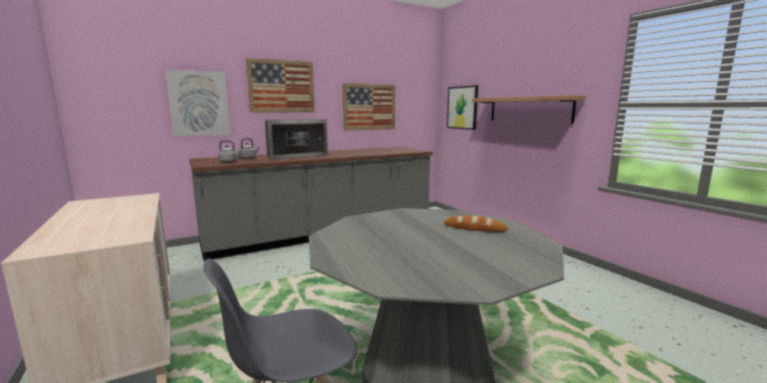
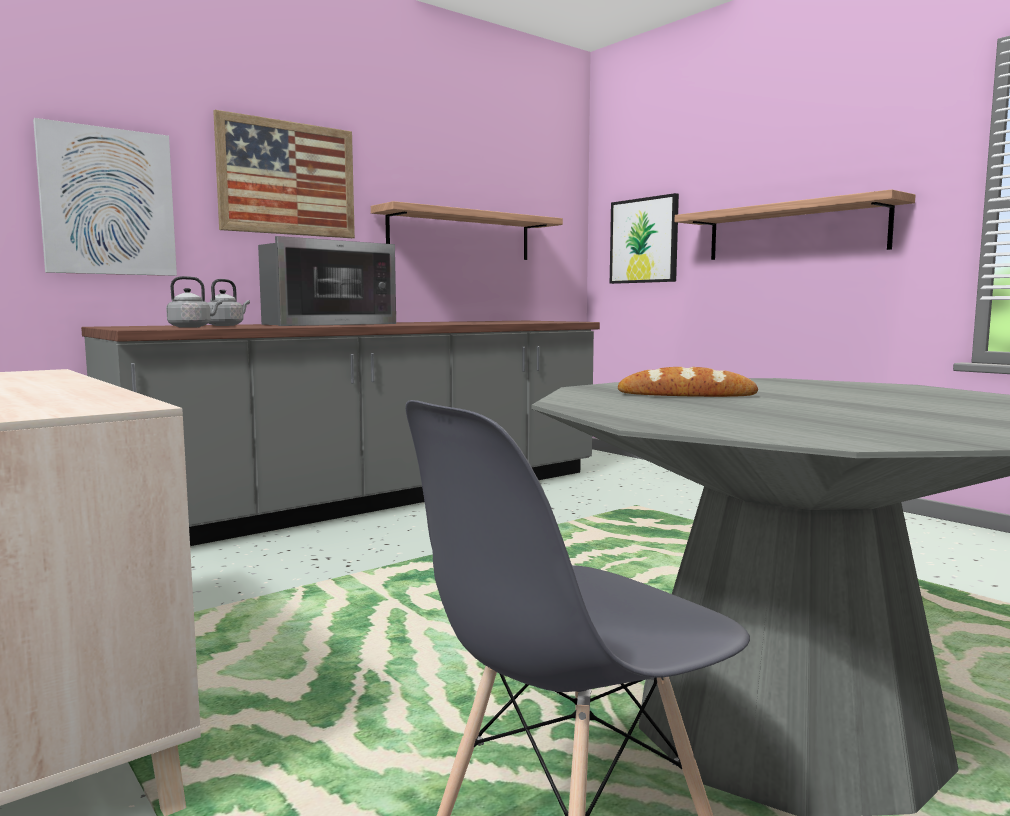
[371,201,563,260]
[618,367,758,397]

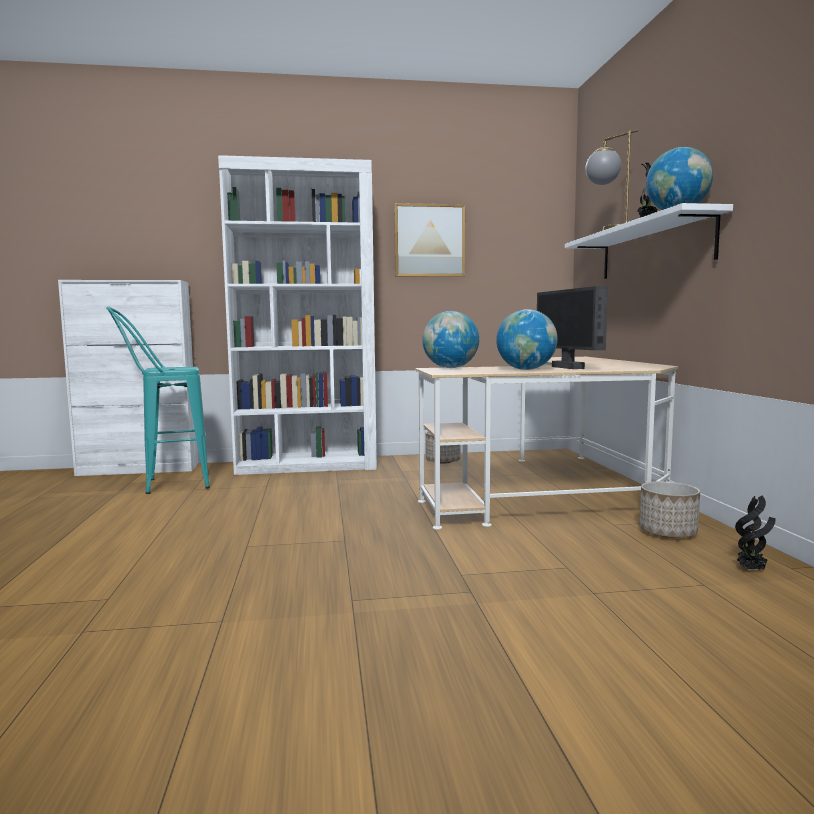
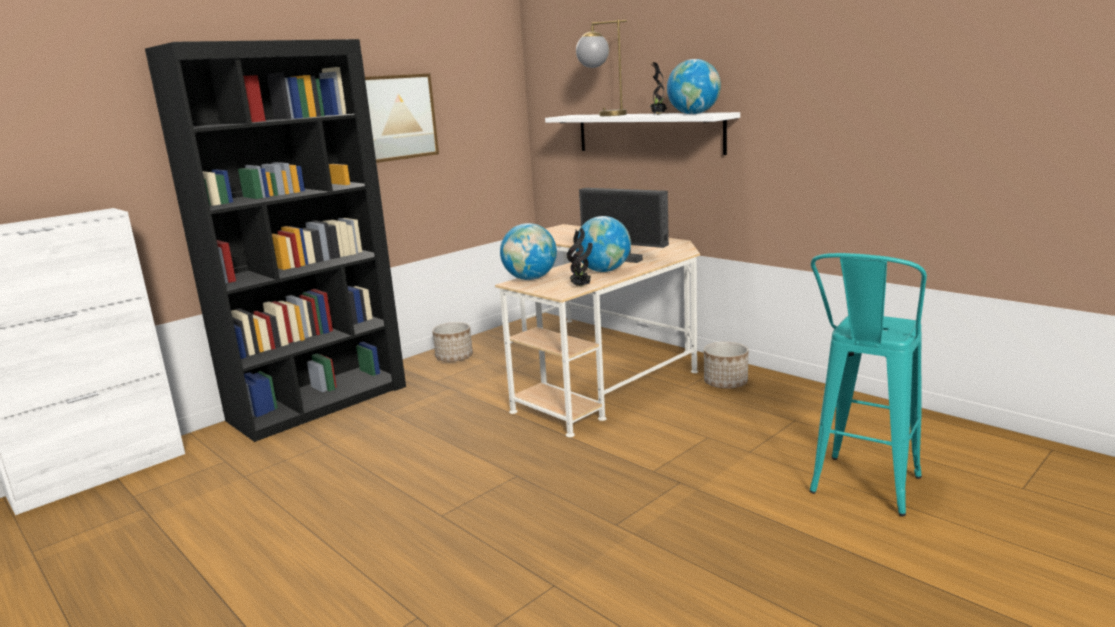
[145,39,406,442]
[567,228,593,287]
[809,253,927,516]

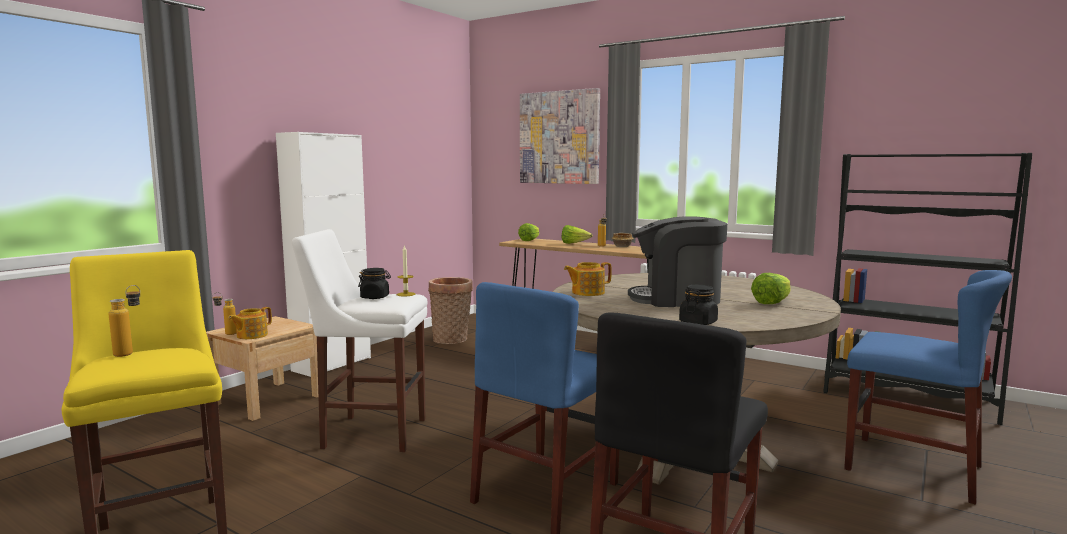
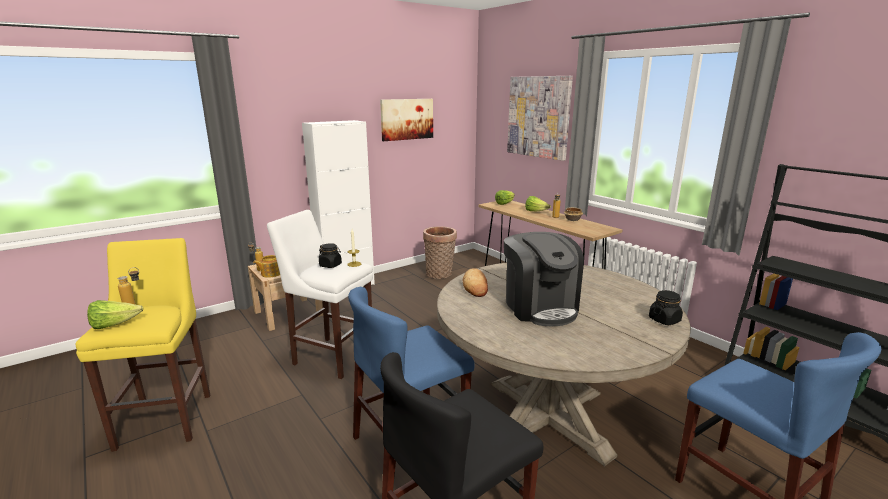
[87,300,143,329]
[380,99,433,141]
[463,268,488,297]
[504,232,584,326]
[649,290,683,325]

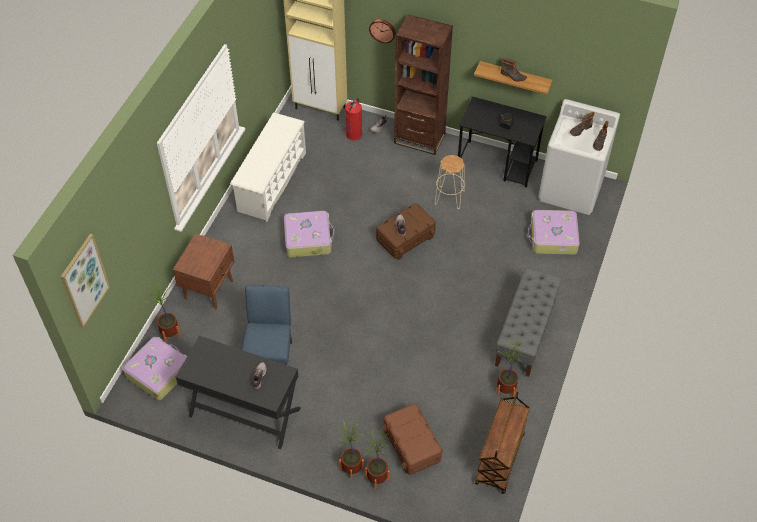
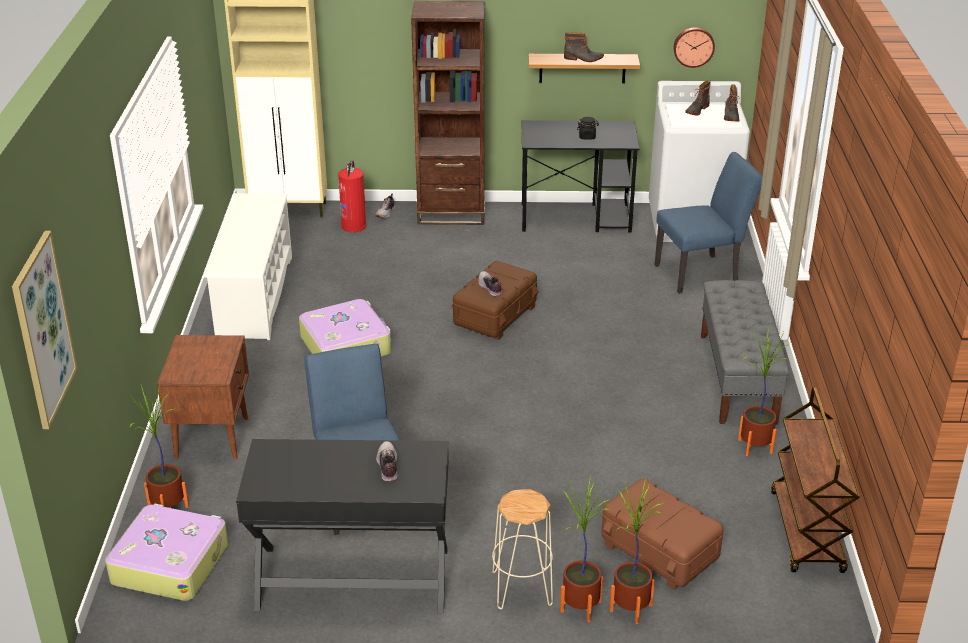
[492,489,553,609]
[655,152,762,294]
[674,27,715,68]

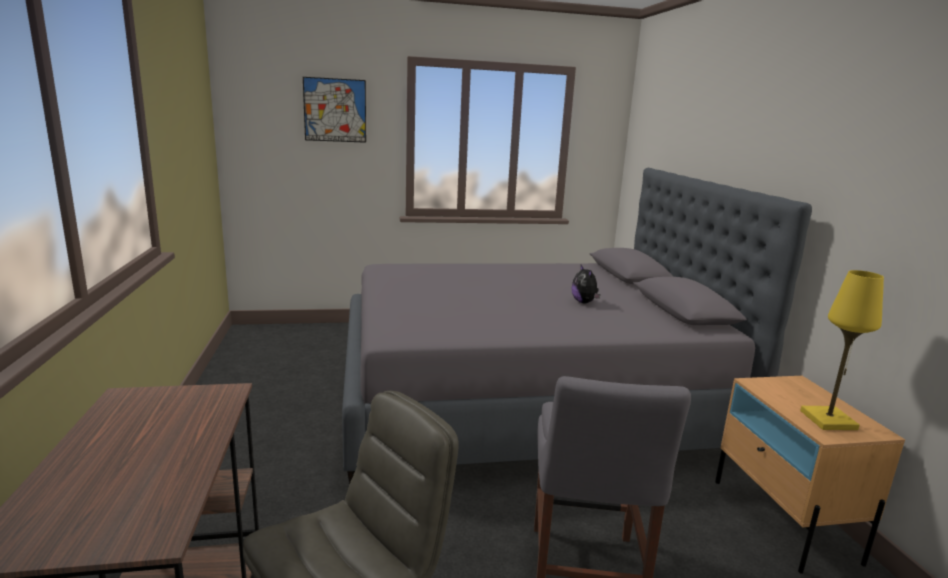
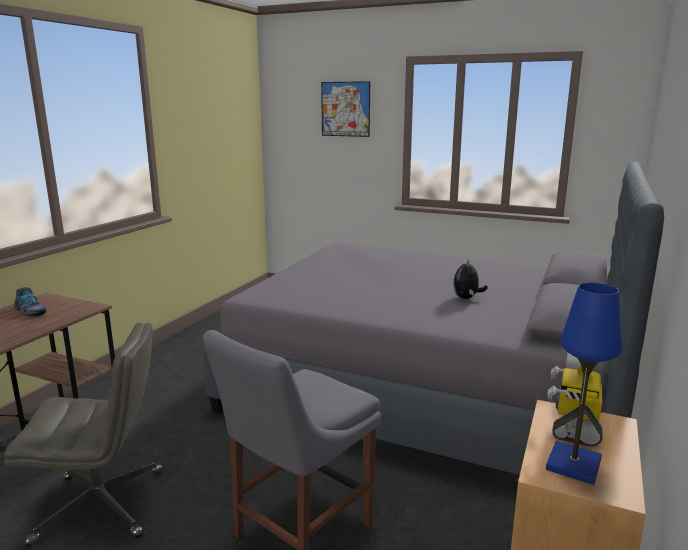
[14,287,47,317]
[546,283,622,485]
[547,353,602,447]

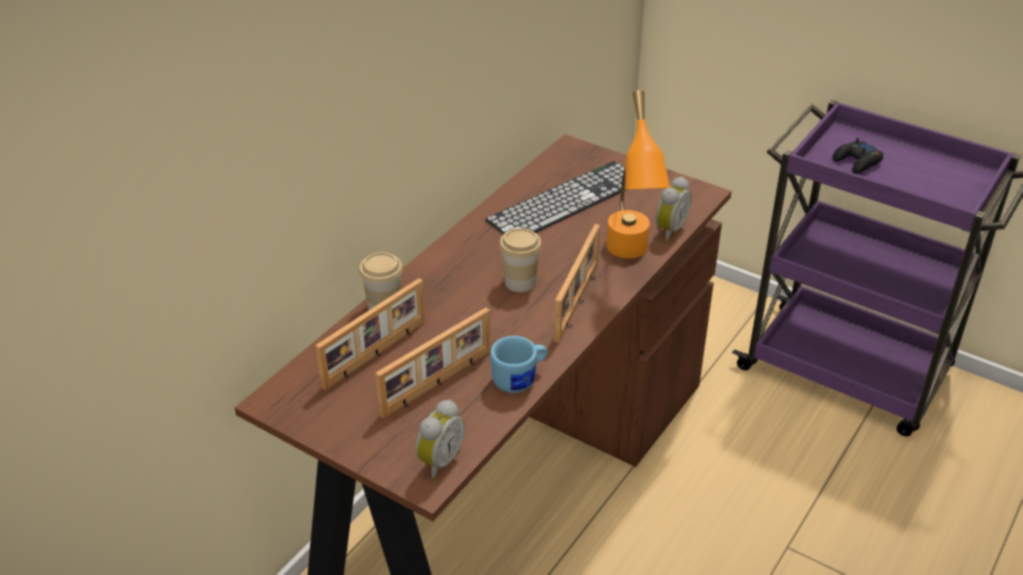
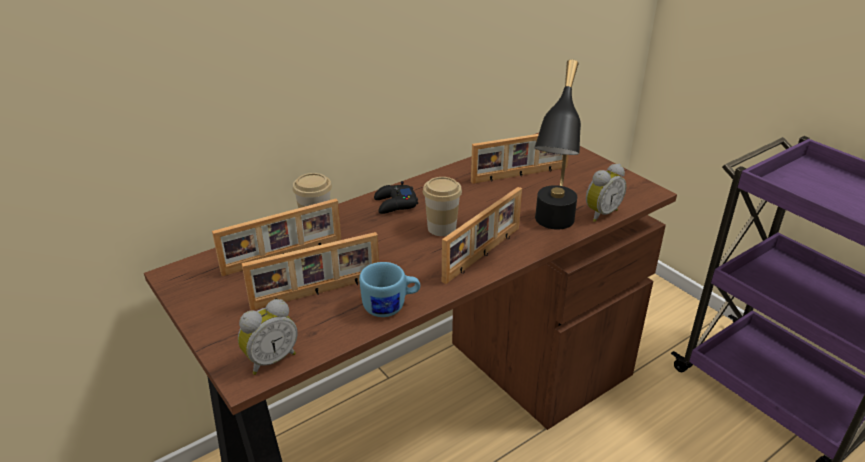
[374,181,418,214]
[471,134,569,184]
[534,60,581,230]

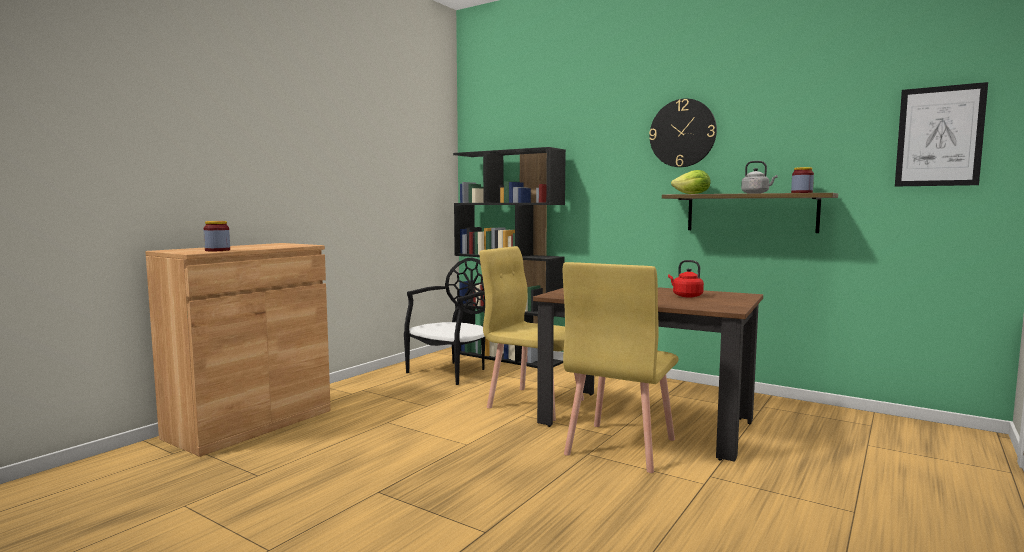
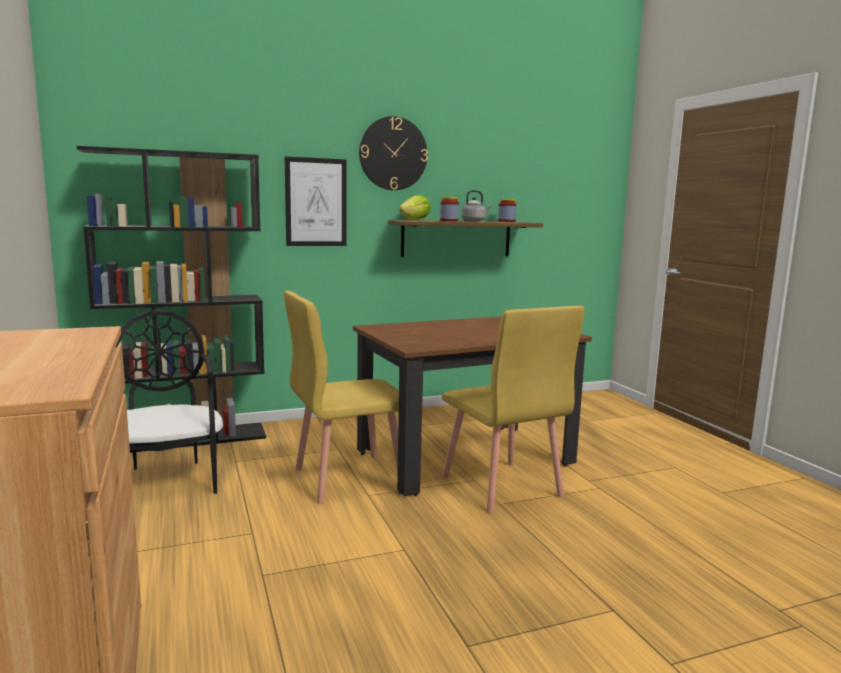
[285,156,347,246]
[440,197,459,221]
[668,260,704,297] (first image)

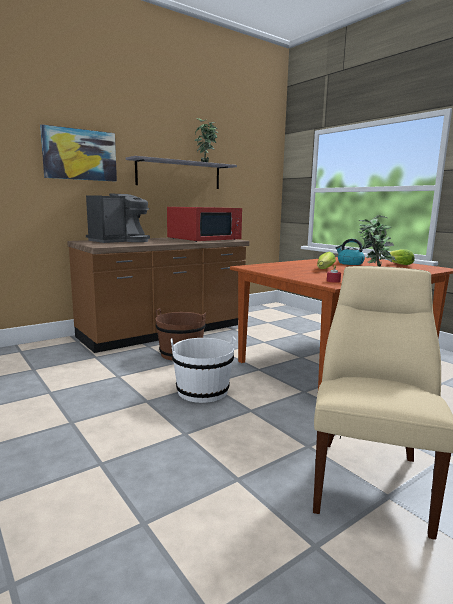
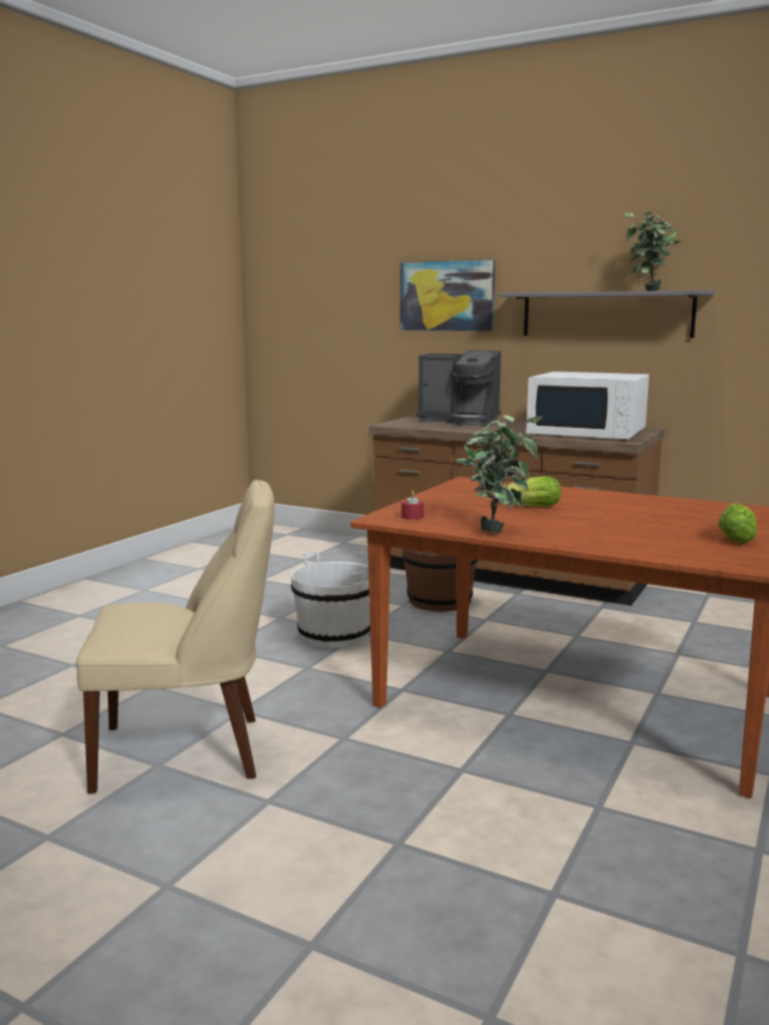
[526,371,649,440]
[336,239,365,265] (first image)

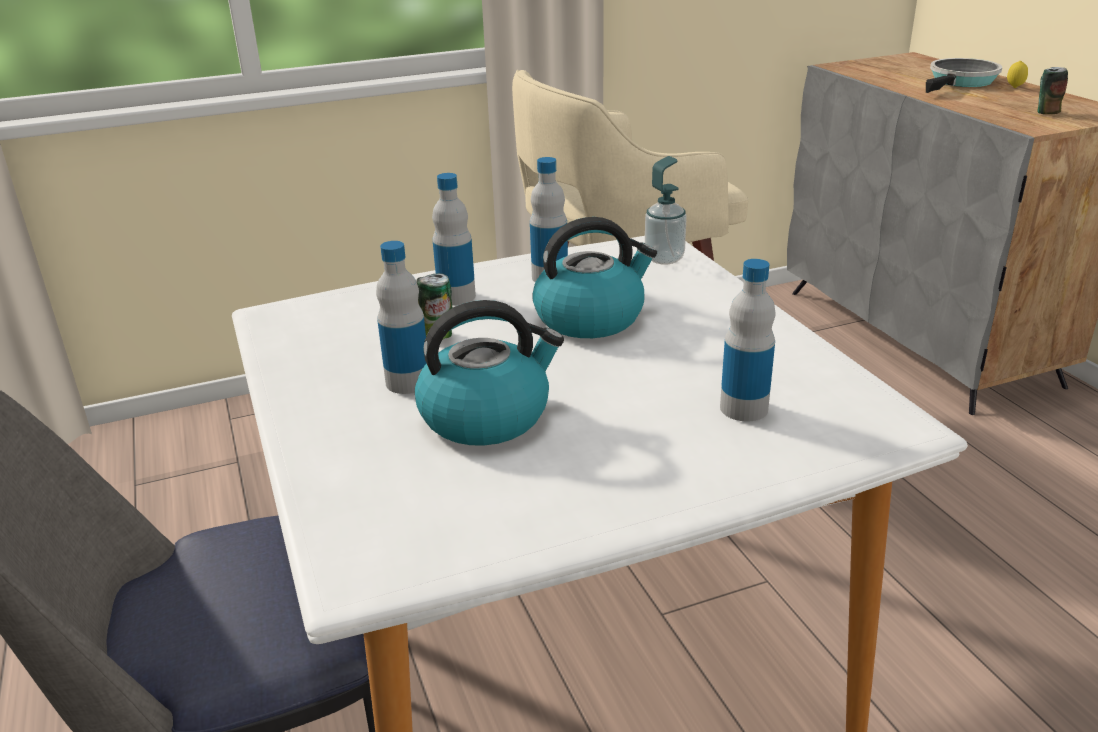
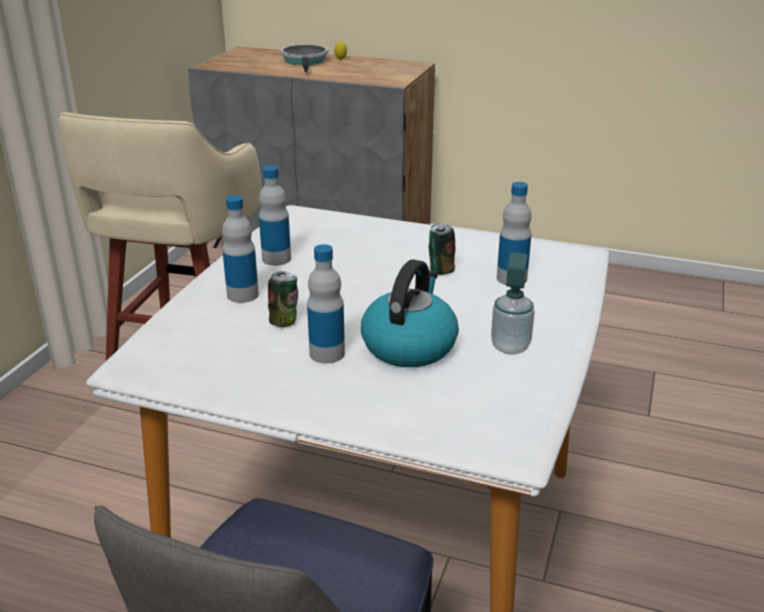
[429,224,455,275]
[491,252,535,355]
[532,217,657,338] (first image)

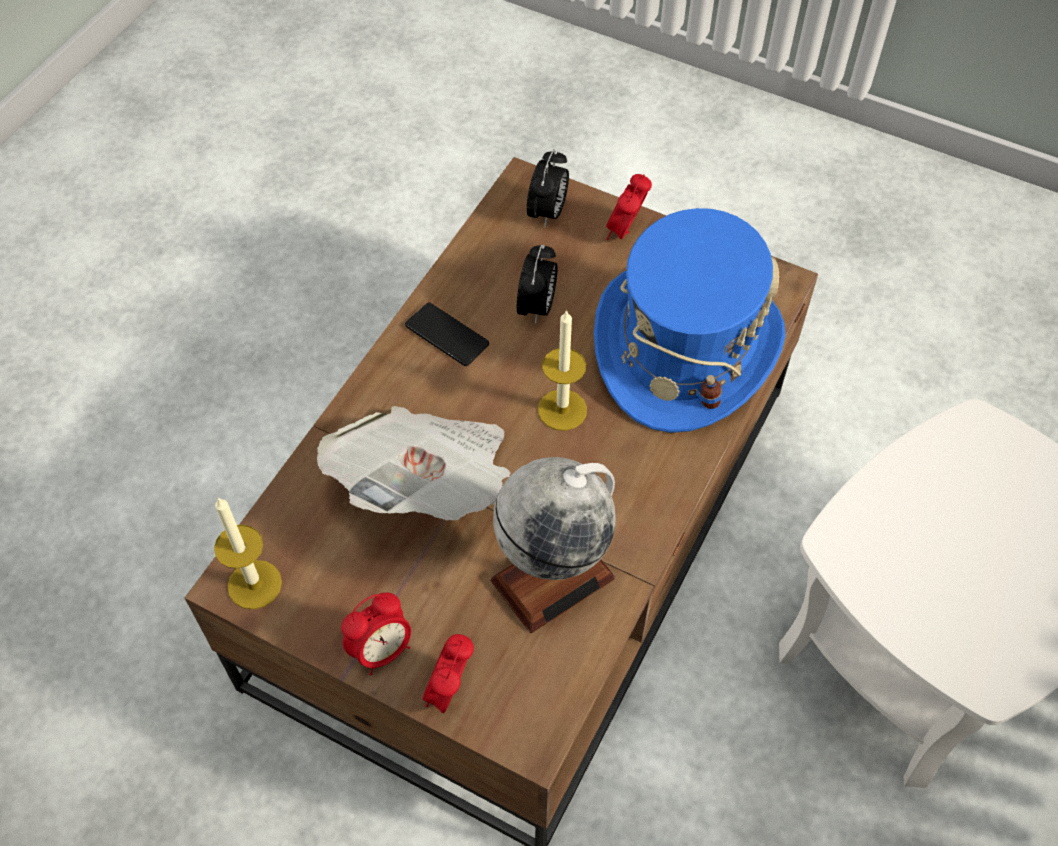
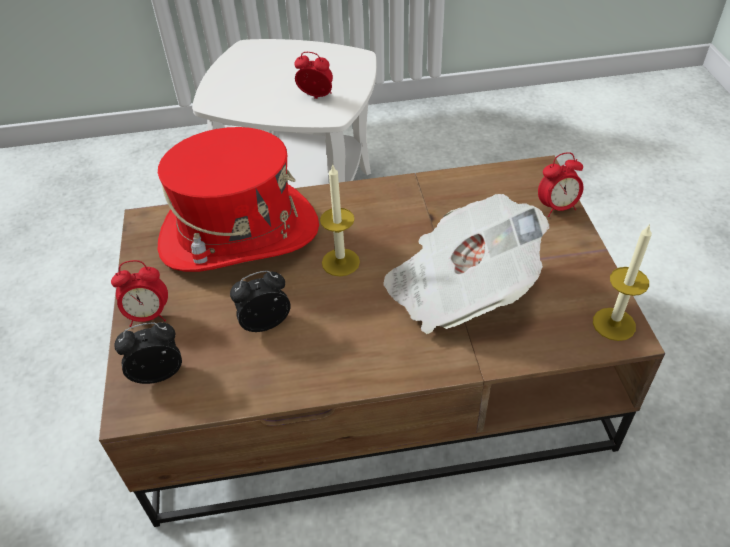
[158,127,319,272]
[294,52,333,99]
[405,302,489,366] (first image)
[490,457,616,633] (first image)

